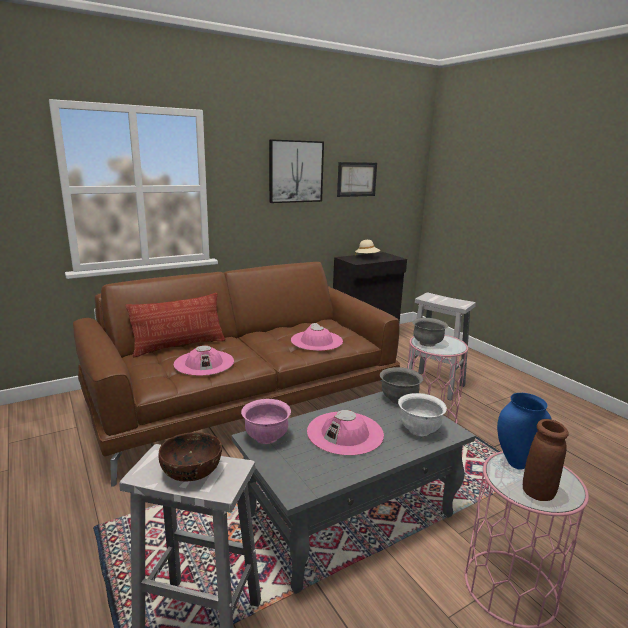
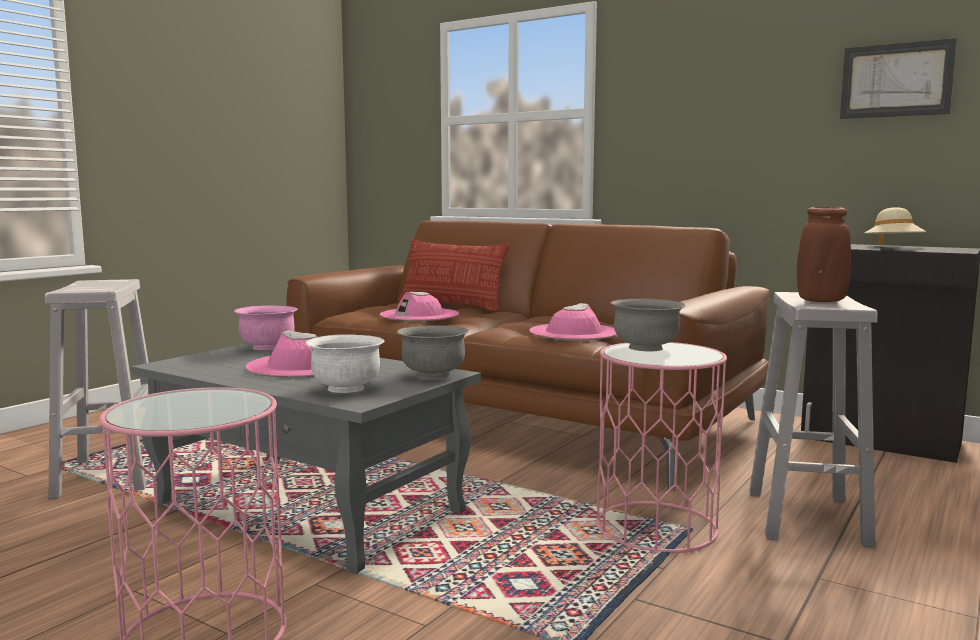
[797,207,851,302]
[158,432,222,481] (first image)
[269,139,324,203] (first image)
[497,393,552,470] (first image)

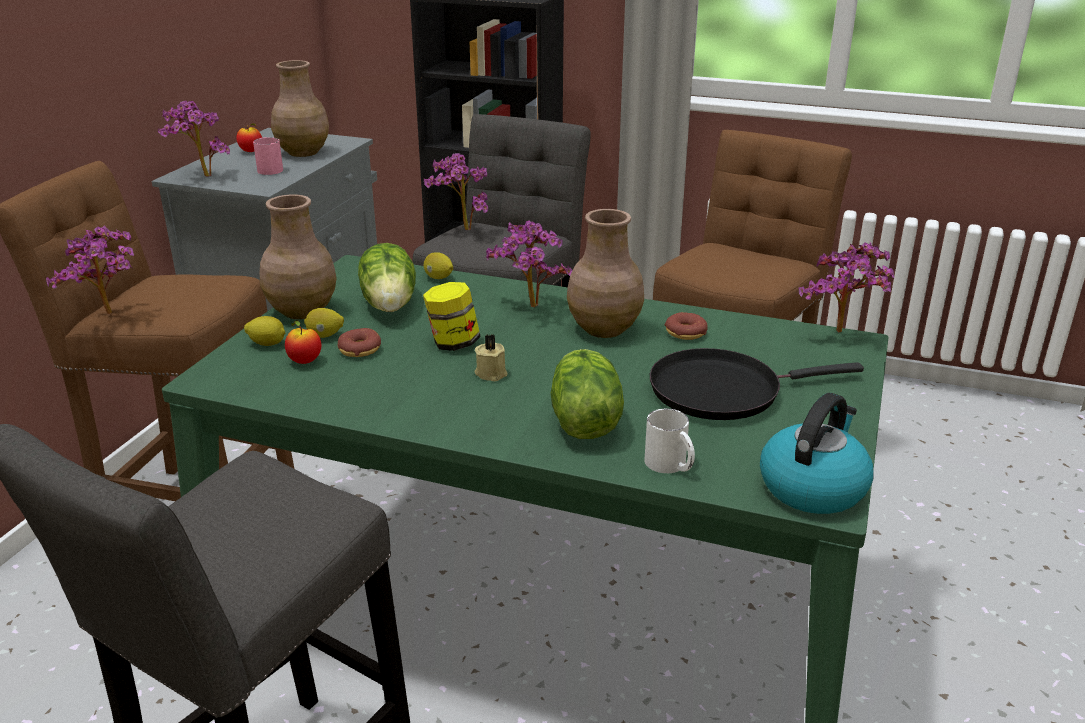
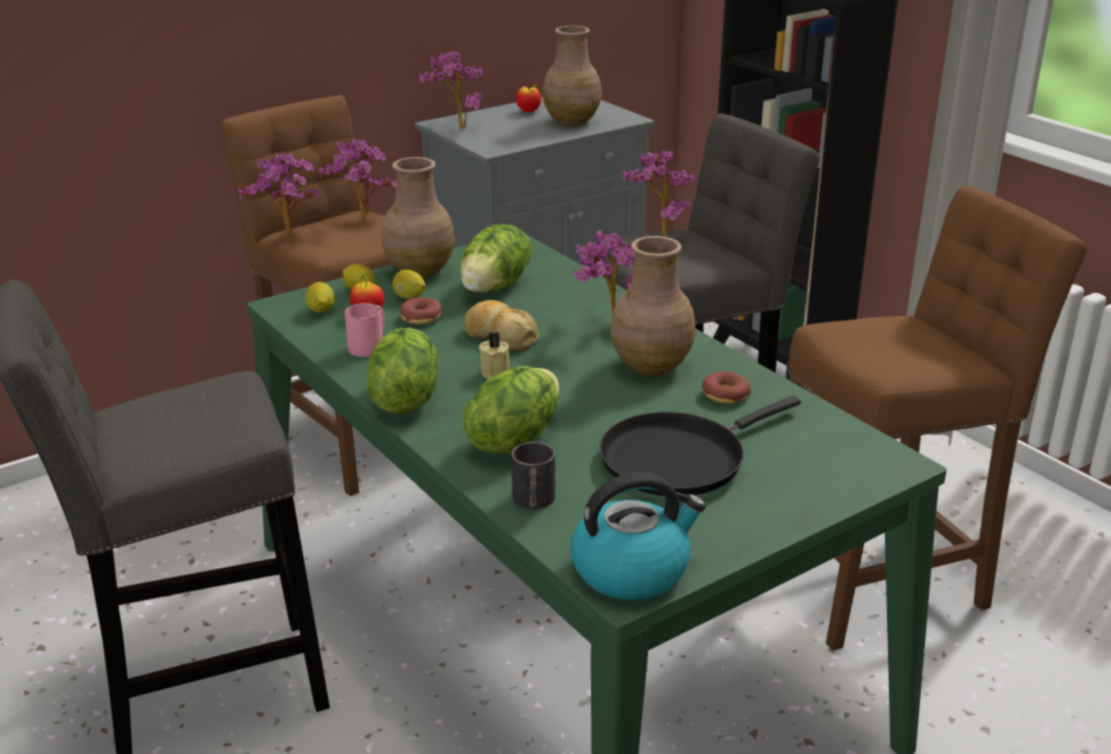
[305,282,334,313]
[318,139,396,218]
[345,303,385,357]
[368,328,438,414]
[464,300,540,351]
[512,442,555,511]
[599,396,801,496]

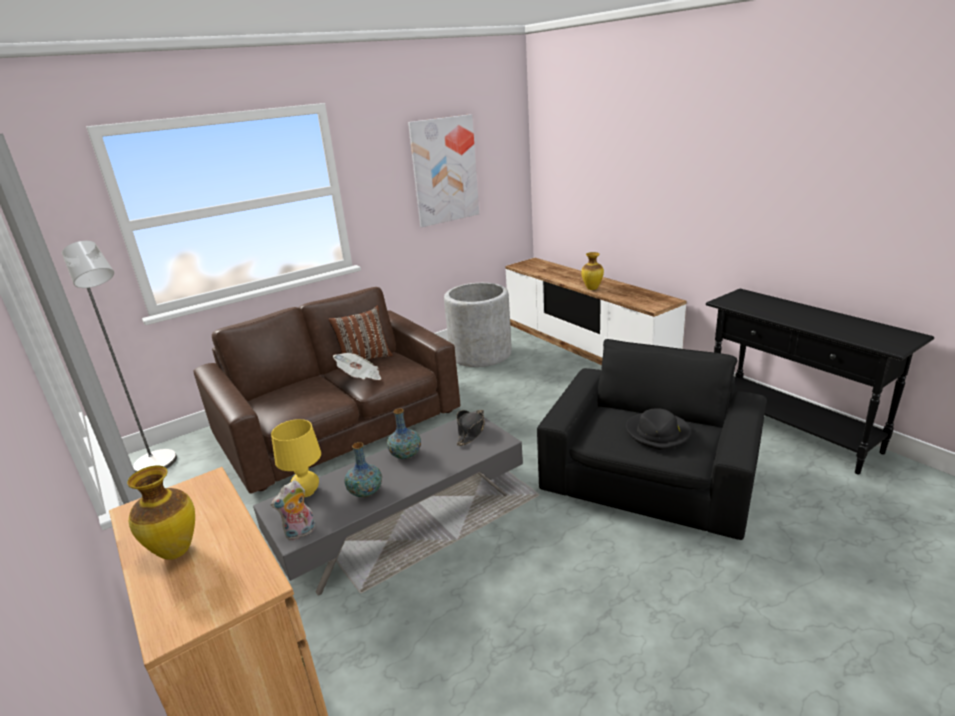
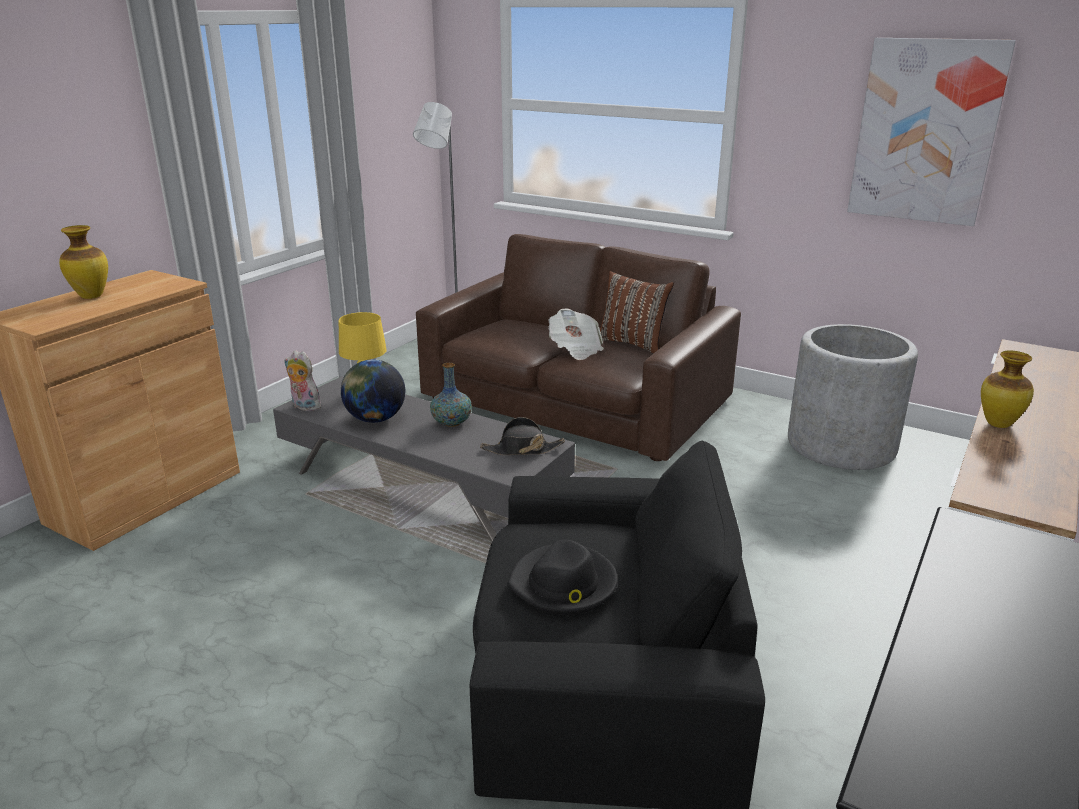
[341,359,405,423]

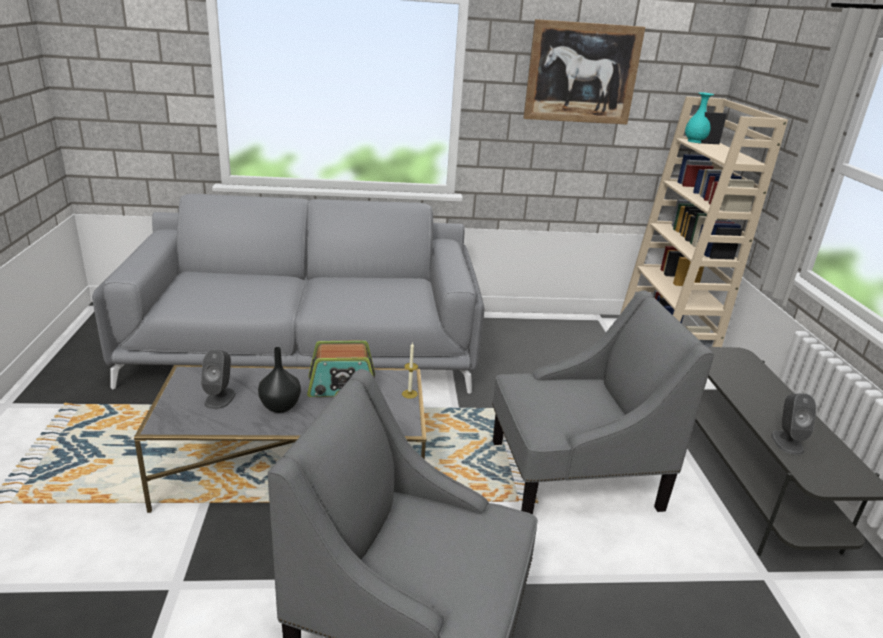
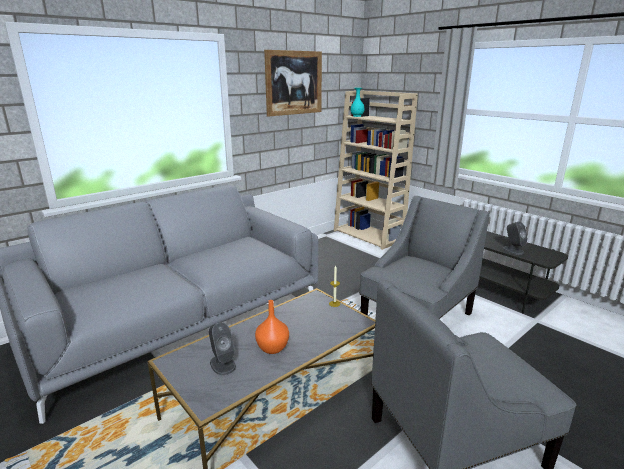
[255,300,289,354]
[307,340,375,397] (first image)

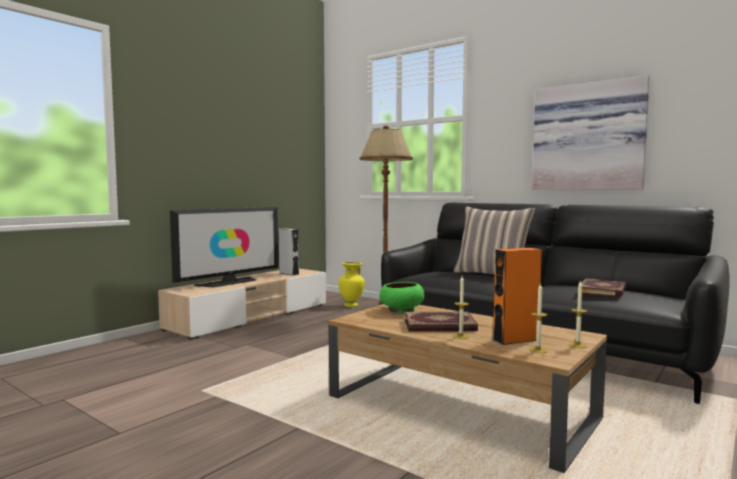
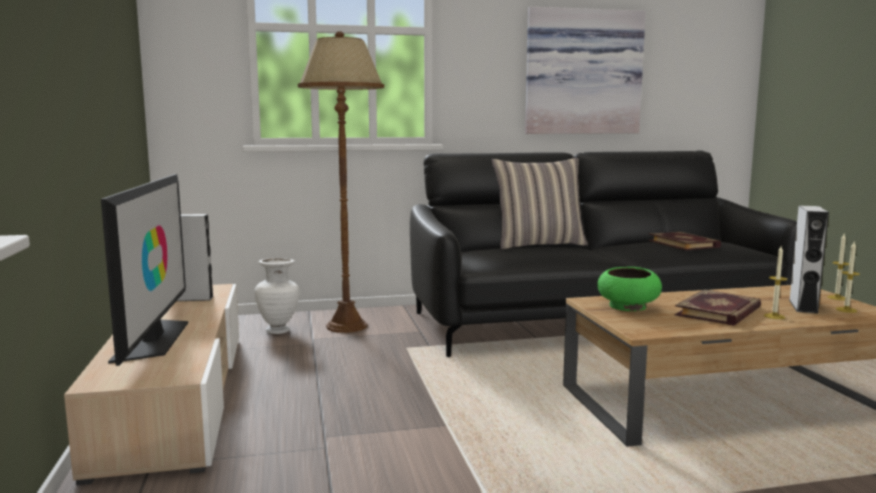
[255,258,299,334]
[789,206,829,314]

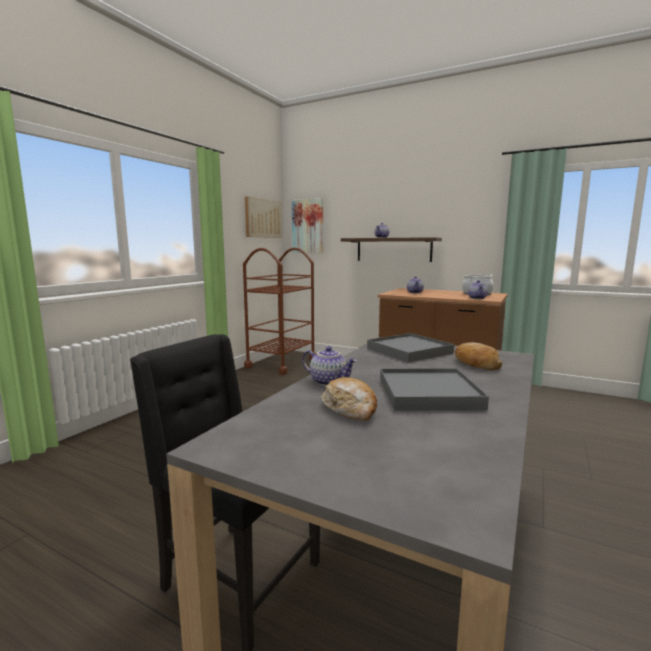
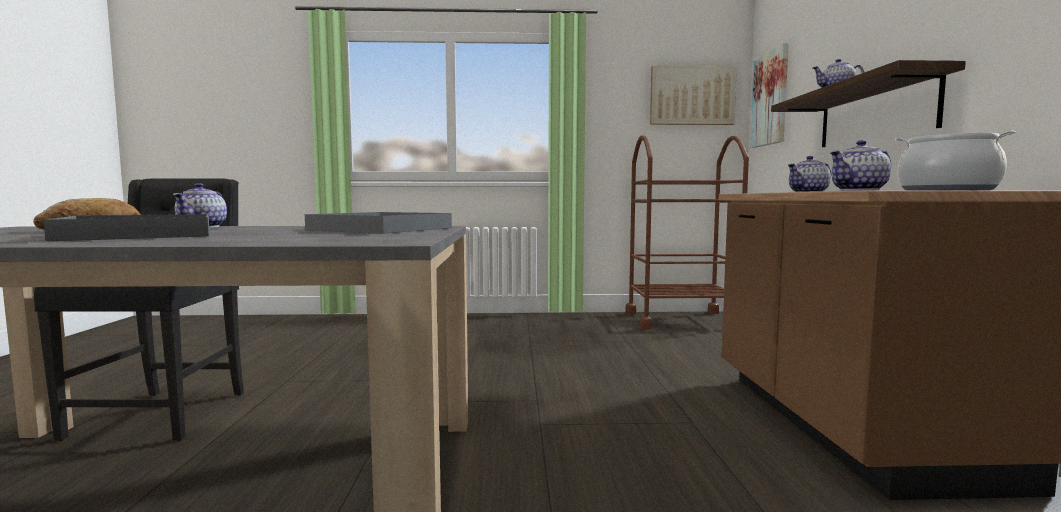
[455,342,502,370] (first image)

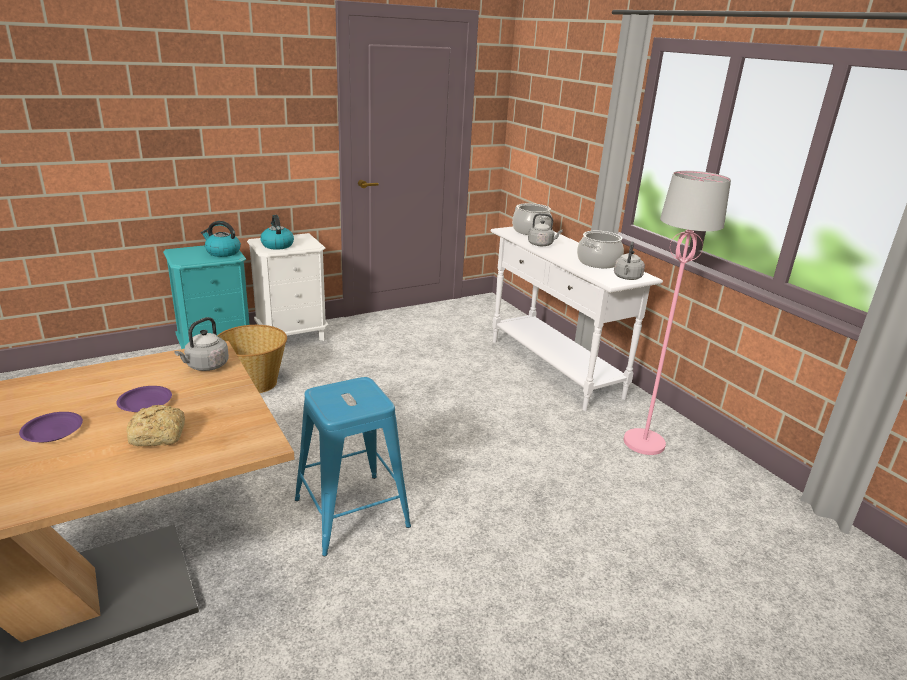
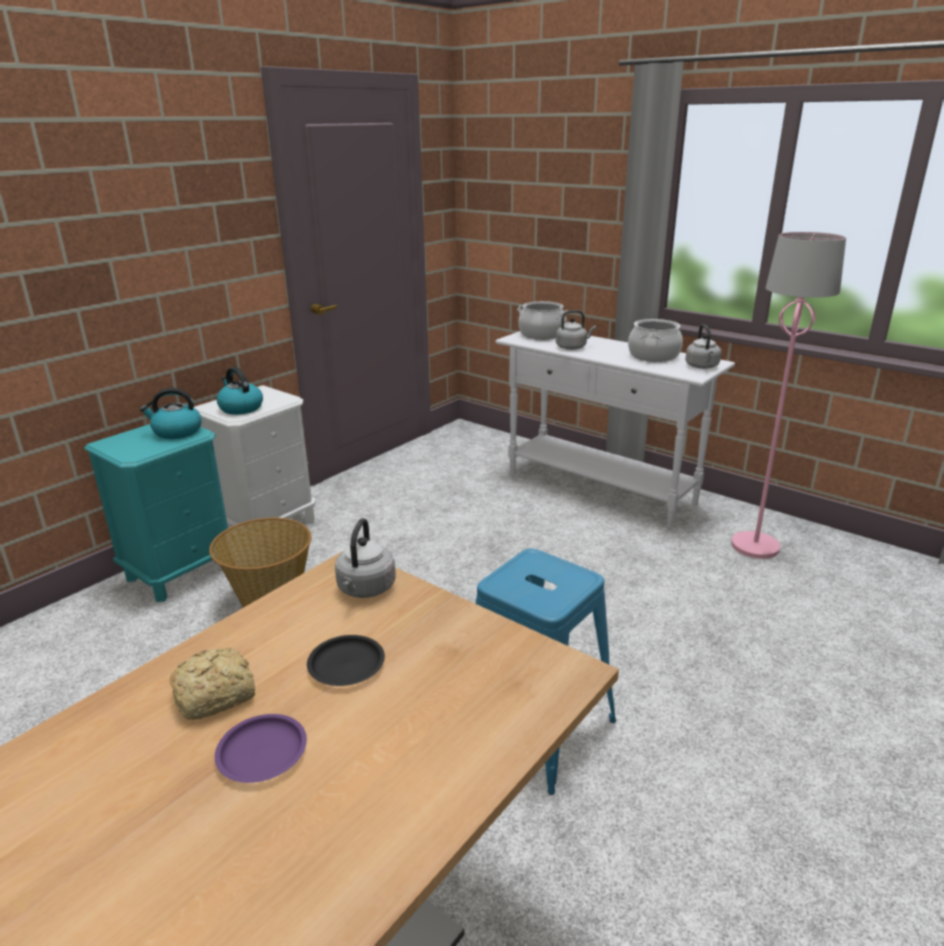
[170,648,255,720]
[307,635,385,686]

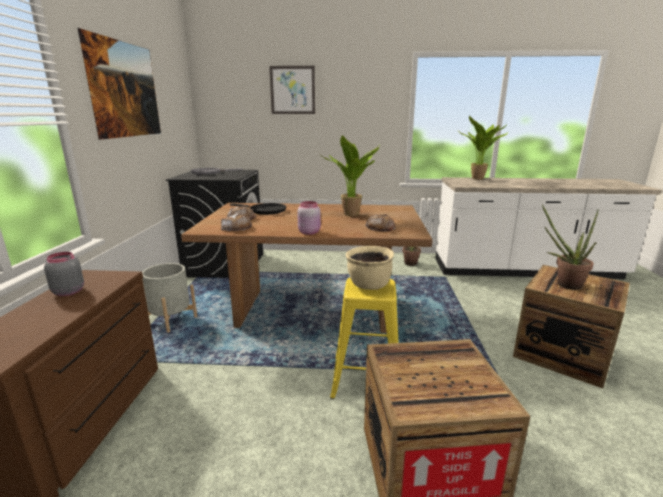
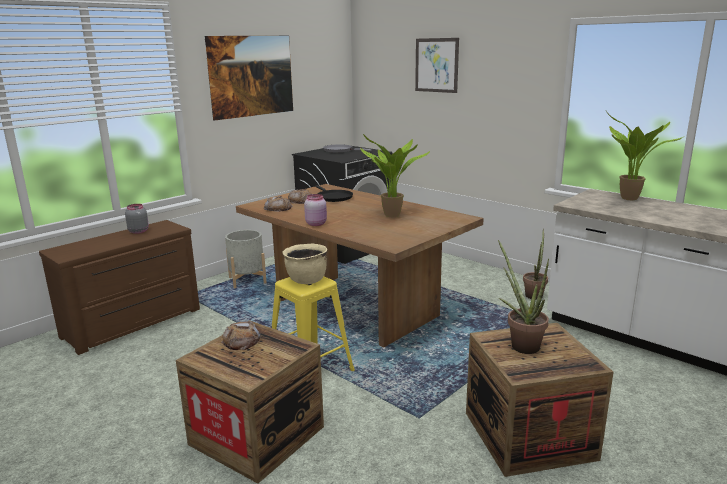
[221,321,260,350]

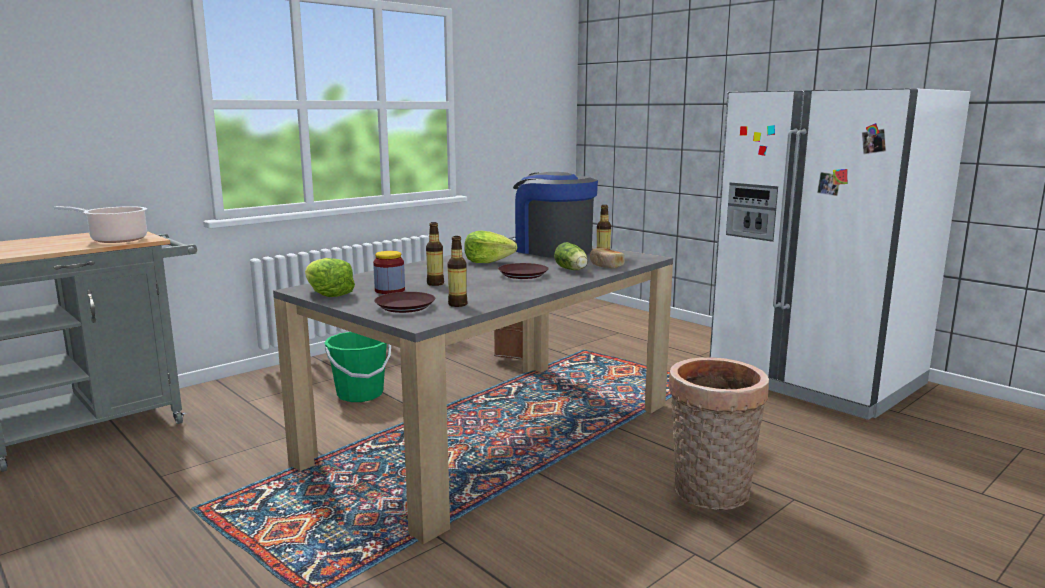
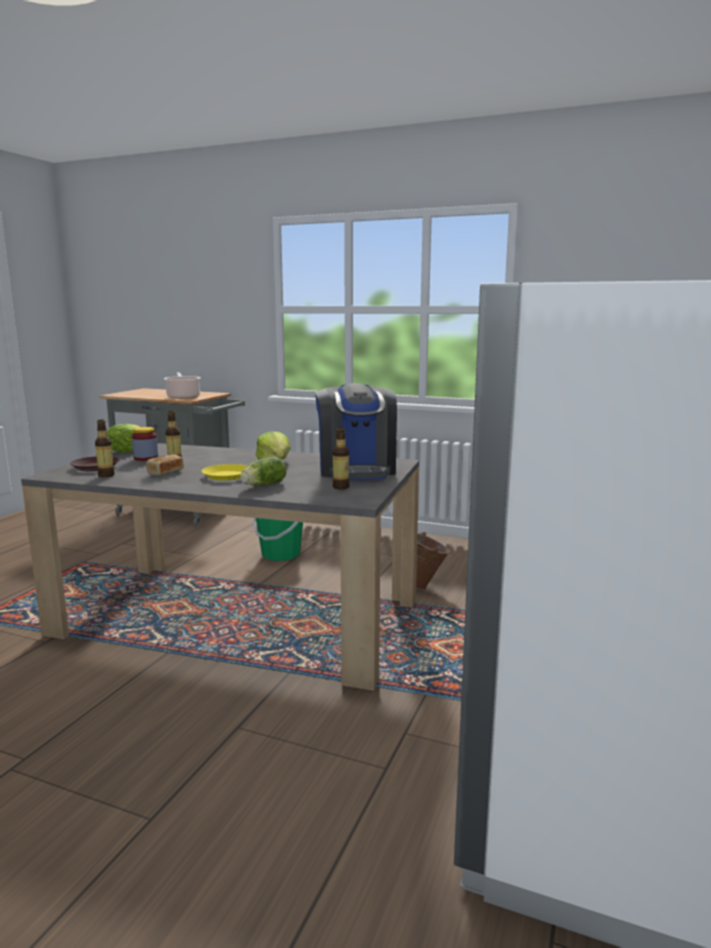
[146,454,184,475]
[202,464,247,481]
[315,383,397,480]
[668,357,769,510] (first image)

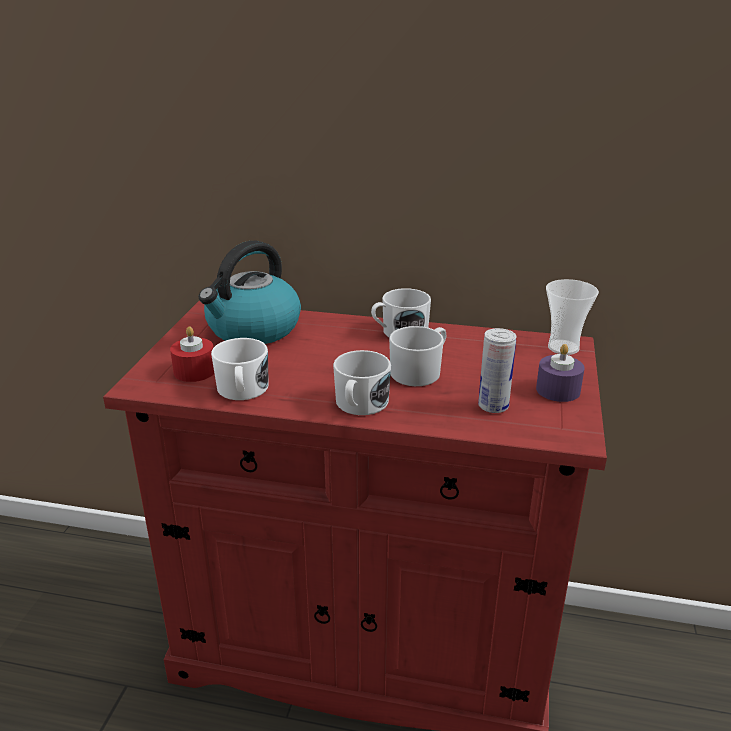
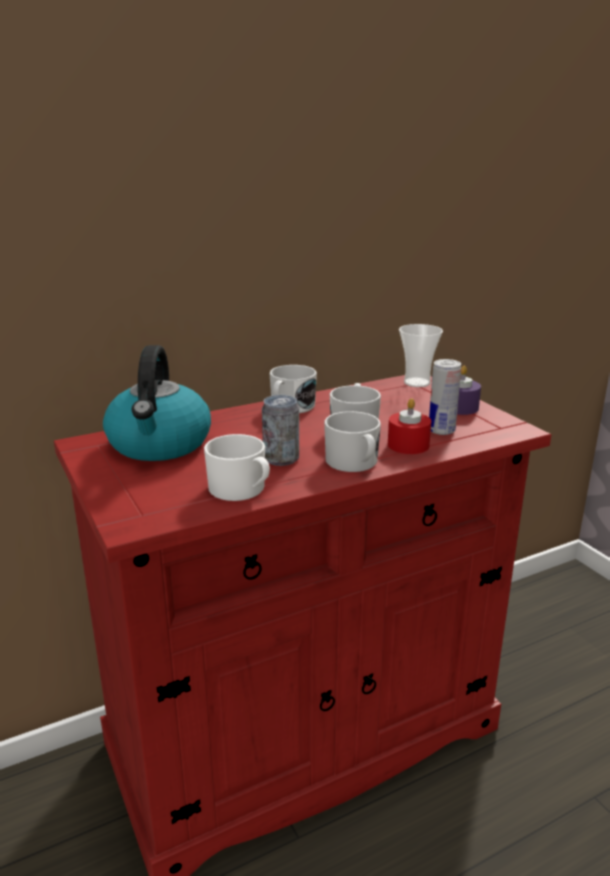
[262,395,299,466]
[388,398,431,454]

